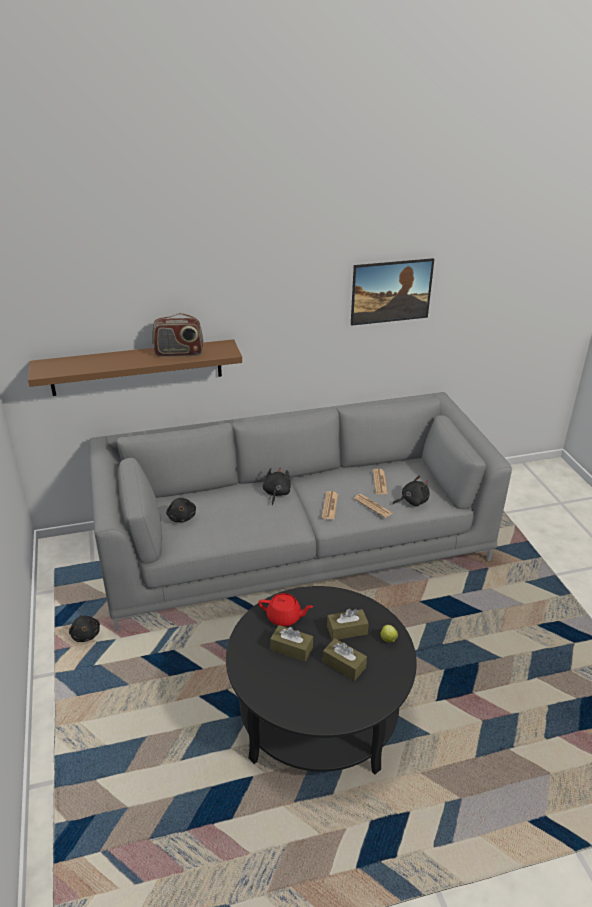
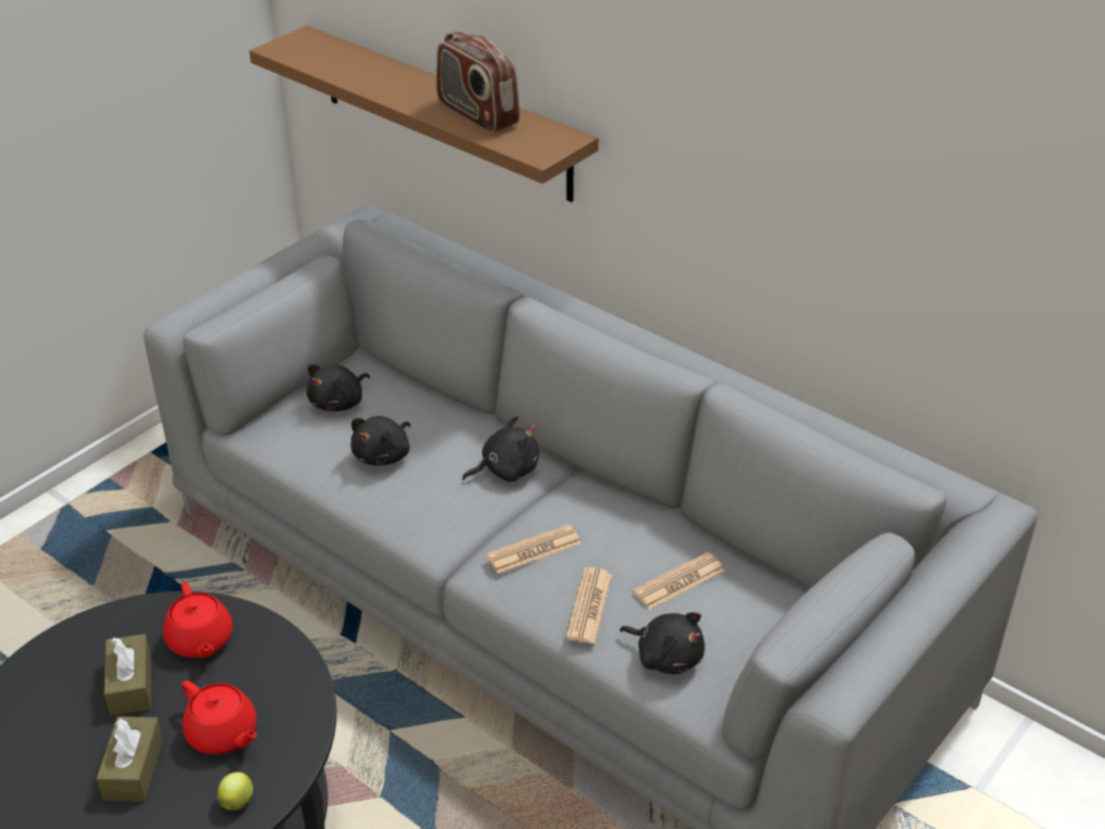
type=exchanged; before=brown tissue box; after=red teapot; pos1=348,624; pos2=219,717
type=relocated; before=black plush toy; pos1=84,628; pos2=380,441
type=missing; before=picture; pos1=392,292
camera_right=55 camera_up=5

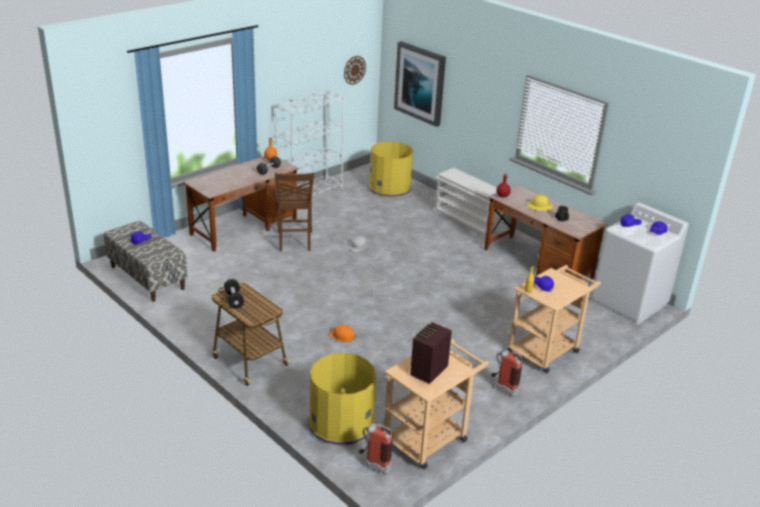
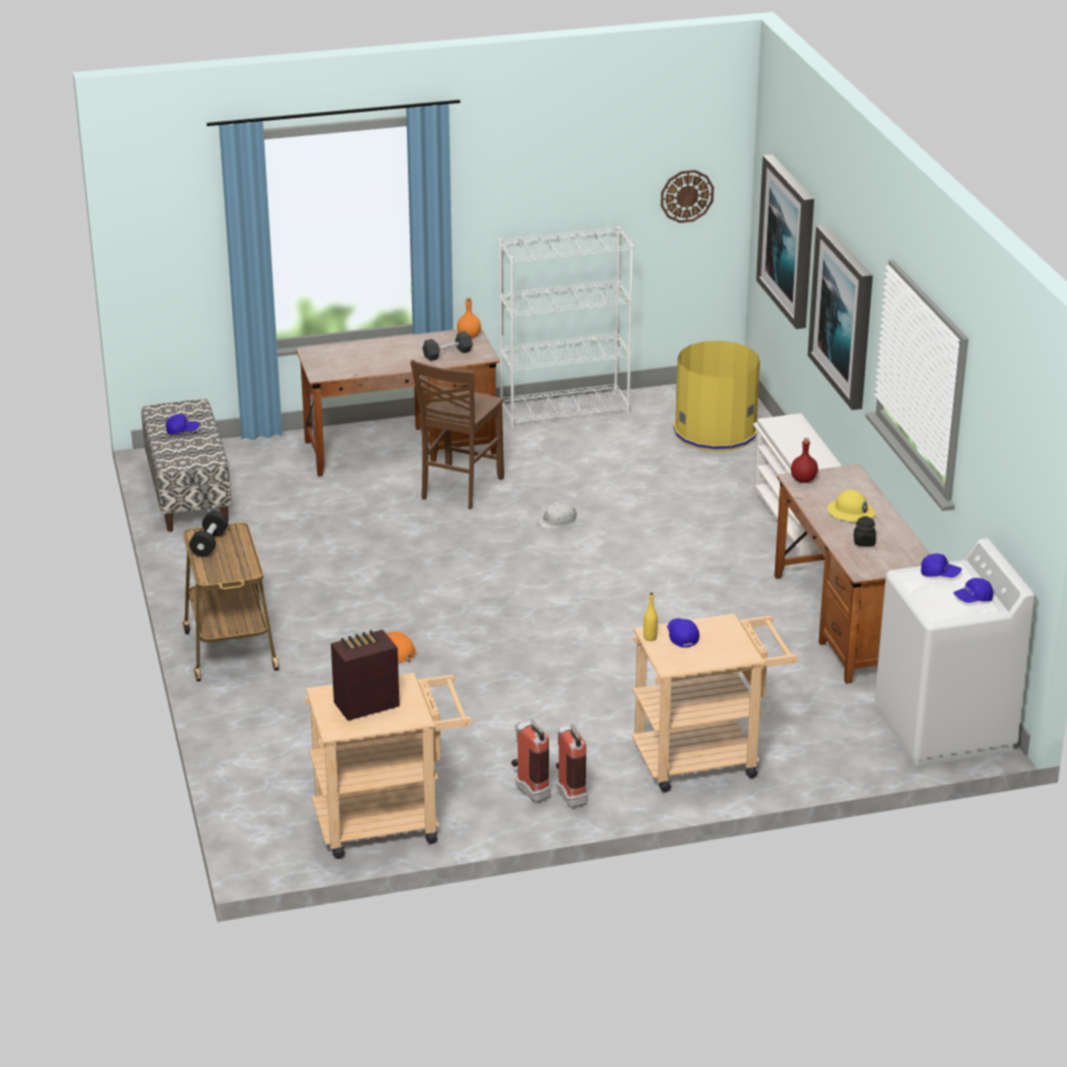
type=relocated; before=fire extinguisher; pos1=375,448; pos2=531,761
type=appeared; after=picture; pos2=840,317
type=missing; before=yellow trash can; pos1=342,399
camera_right=30 camera_up=0

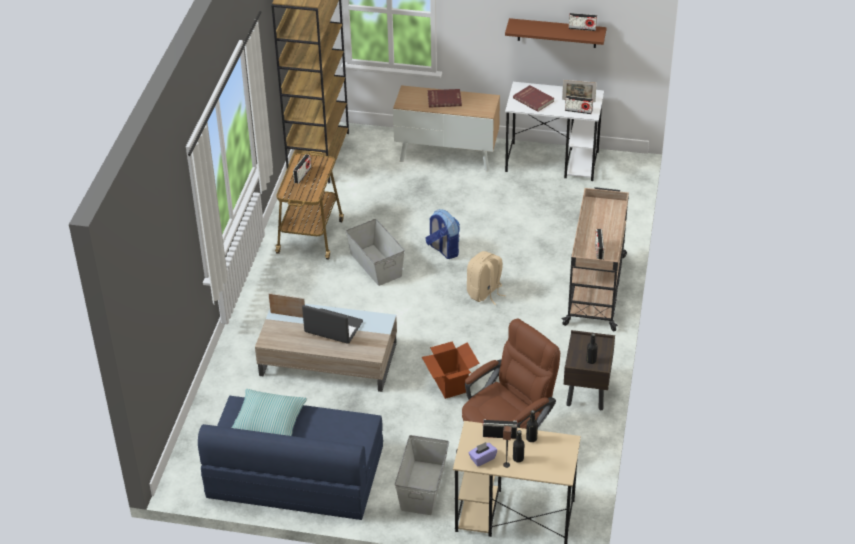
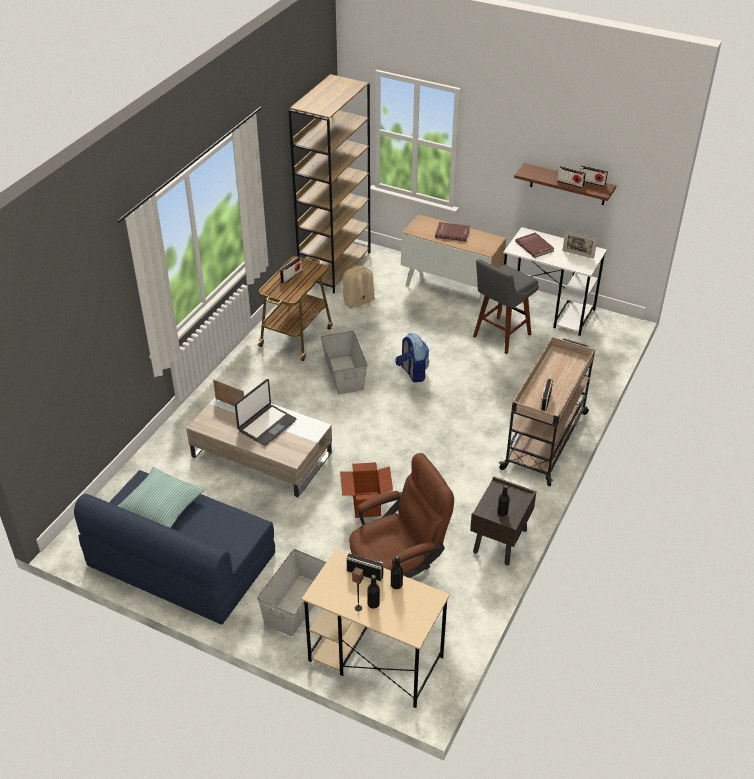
type=spun; before=laptop; pos1=332,324; pos2=265,412; turn=90
type=relocated; before=beige backpack; pos1=486,278; pos2=359,289
type=appeared; after=grey stool; pos2=506,306
type=relocated; before=radio; pos1=579,105; pos2=571,177
type=missing; before=purple tissue box; pos1=482,454
camera_right=15 camera_up=0

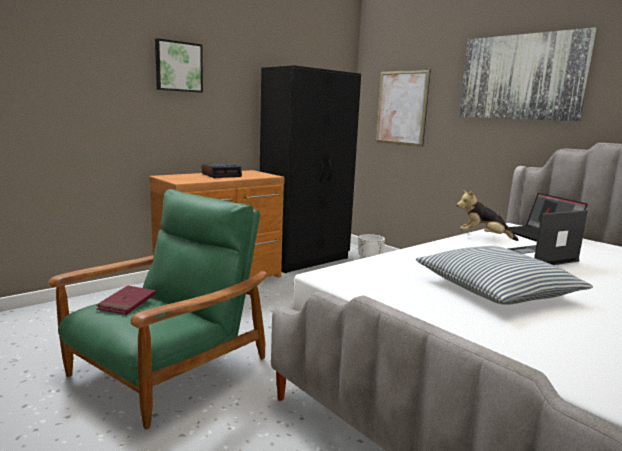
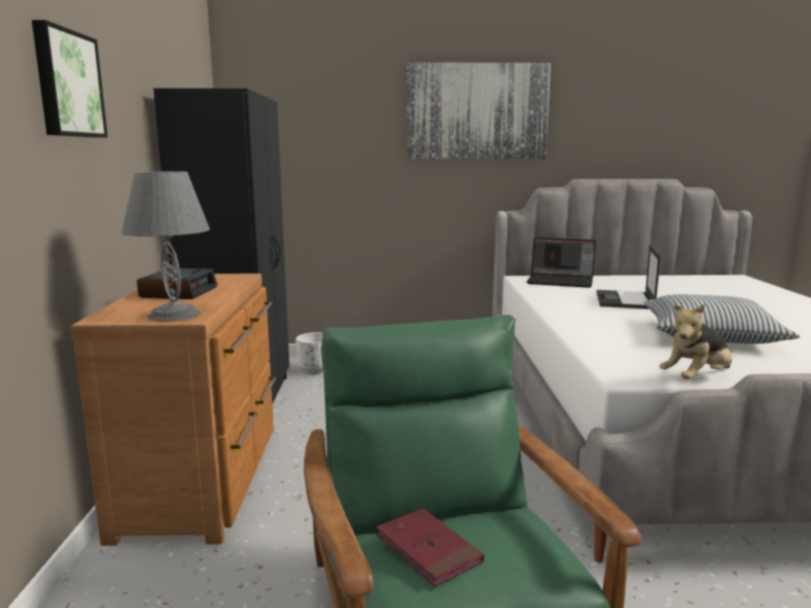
type=appeared; after=grey table lamp; pos2=165,246
type=relocated; before=plush toy; pos1=488,215; pos2=695,341
type=missing; before=picture; pos1=403,108
camera_right=-50 camera_up=0

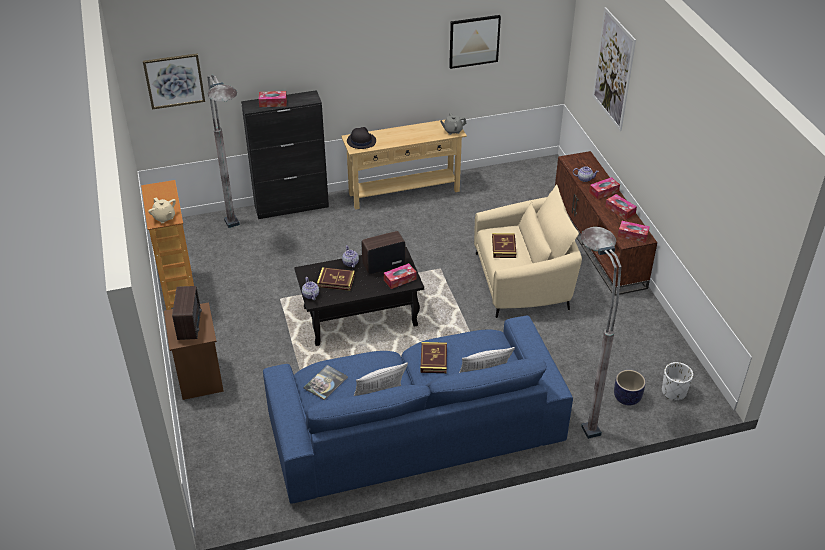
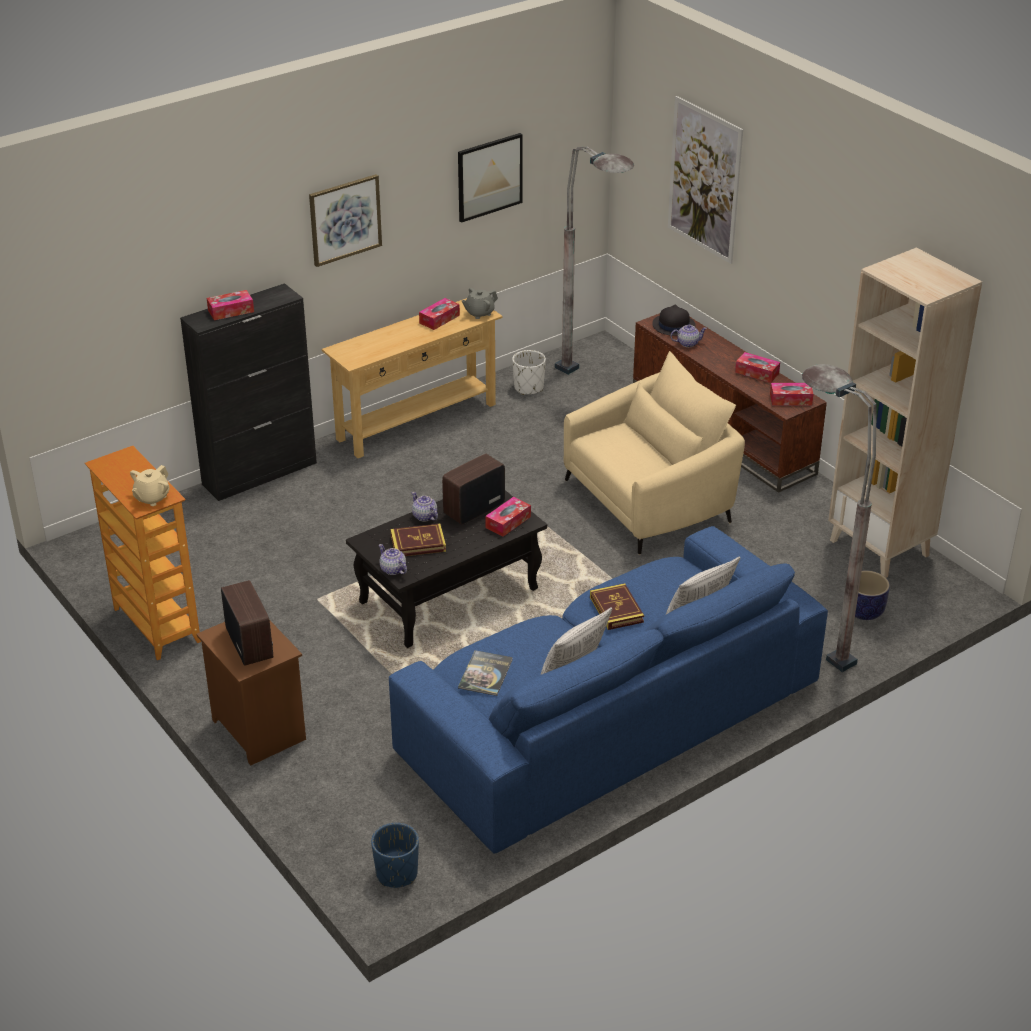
type=spun; before=beige teapot; pos1=162,210; pos2=150,485; turn=90
type=relocated; before=picture; pos1=174,81; pos2=345,220
type=appeared; after=blue planter; pos2=395,855
type=relocated; before=tissue box; pos1=604,188; pos2=439,314
type=relocated; before=white planter; pos1=677,381; pos2=529,372
type=relocated; before=grey floor lamp; pos1=223,151; pos2=594,260
type=relocated; before=black hat; pos1=361,138; pos2=674,320
type=appeared; after=beige bookcase; pos2=905,413
type=missing; before=book; pos1=504,245
camera_right=-20 camera_up=-5

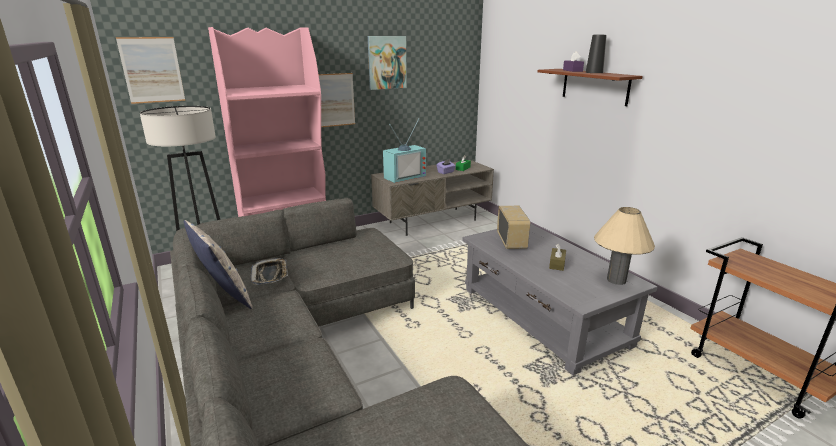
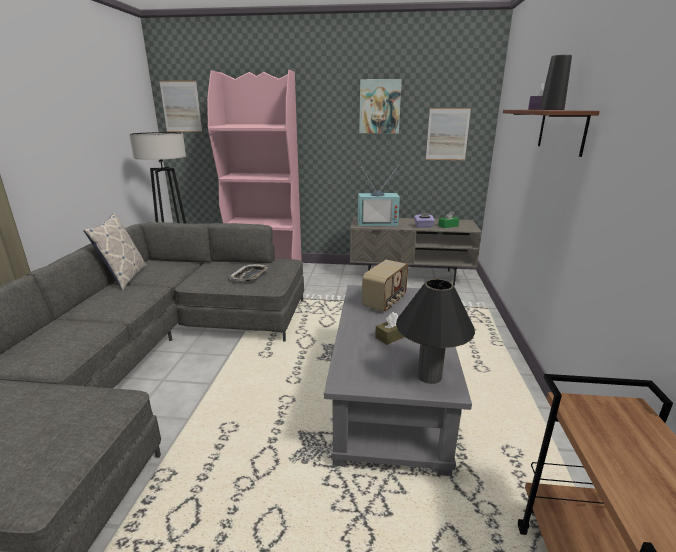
type=relocated; before=tray; pos1=269,271; pos2=249,272
type=colour; before=beige table lamp; after=black table lamp; pos1=624,246; pos2=435,331
type=relocated; before=picture; pos1=336,100; pos2=448,134
camera_right=35 camera_up=0

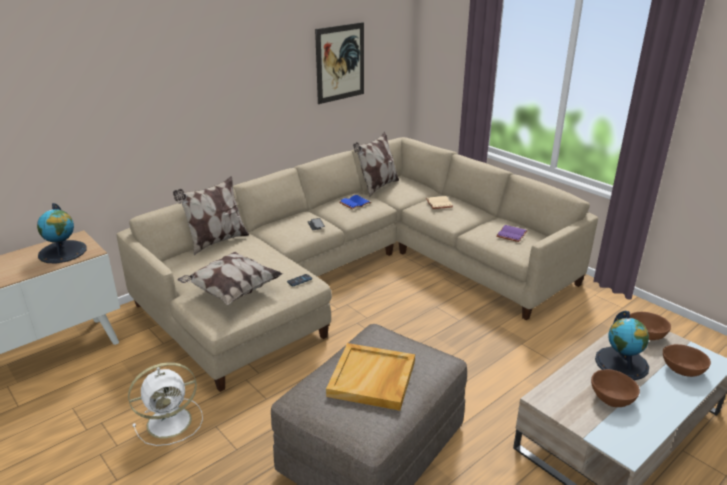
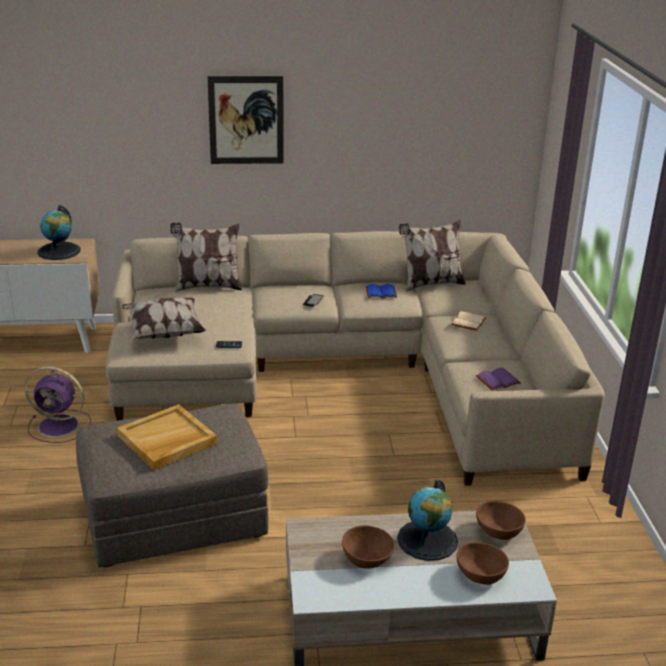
type=colour; before=white fan; after=purple fan; pos1=165,404; pos2=57,404
type=relocated; before=picture; pos1=339,63; pos2=245,120
camera_right=35 camera_up=0

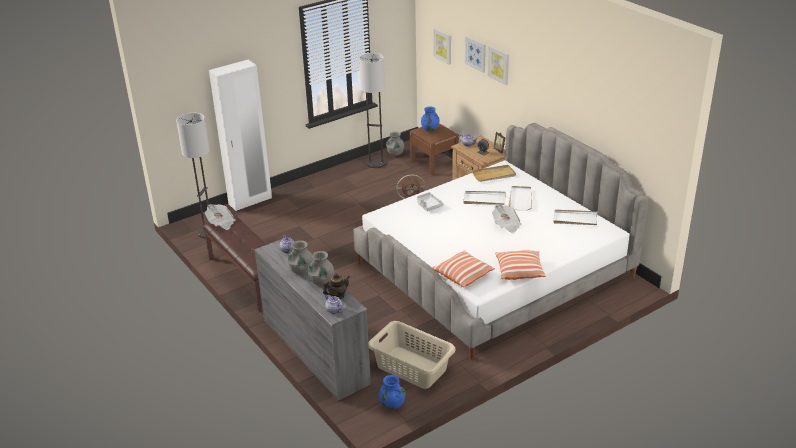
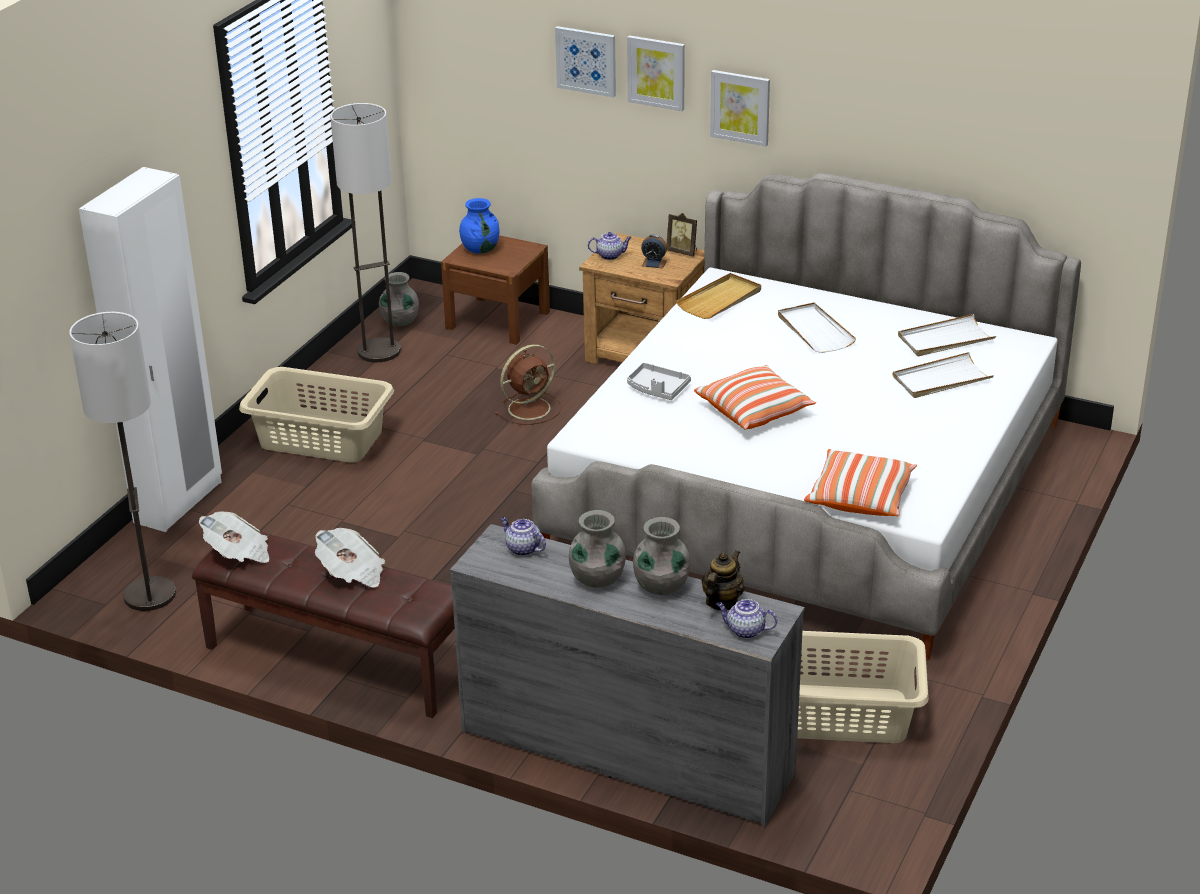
type=appeared; after=beige laundry basket; pos2=316,415
type=relocated; before=newspaper; pos1=507,218; pos2=350,558
type=relocated; before=pillow; pos1=520,265; pos2=755,397
type=relocated; before=picture; pos1=442,46; pos2=740,108
type=relocated; before=white tray; pos1=484,198; pos2=943,375
type=missing; before=blue vase; pos1=392,392
camera_right=-30 camera_up=0

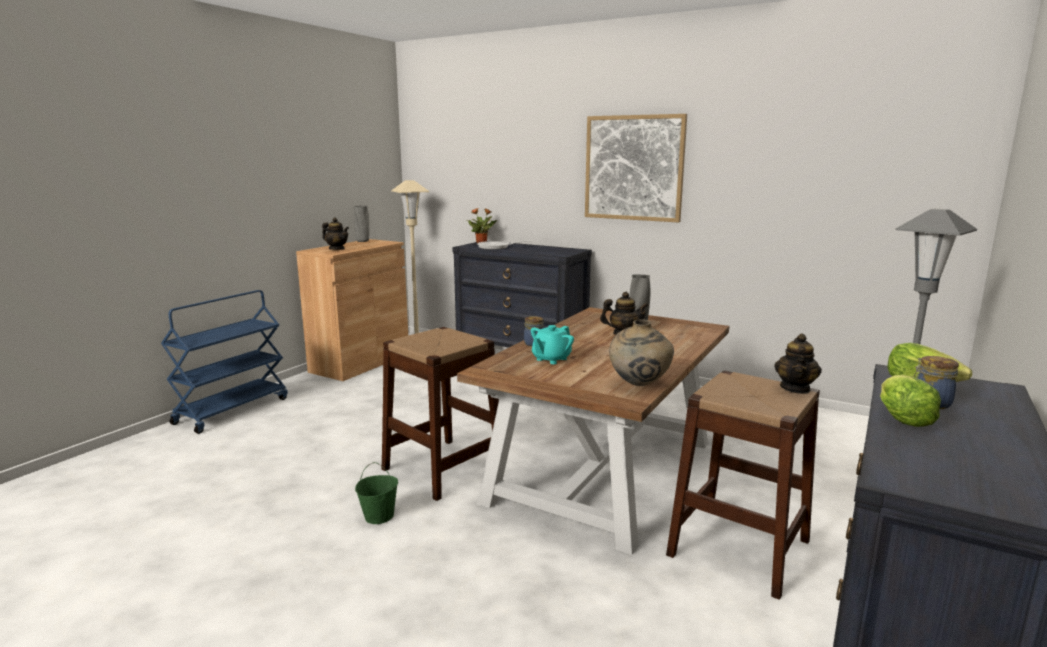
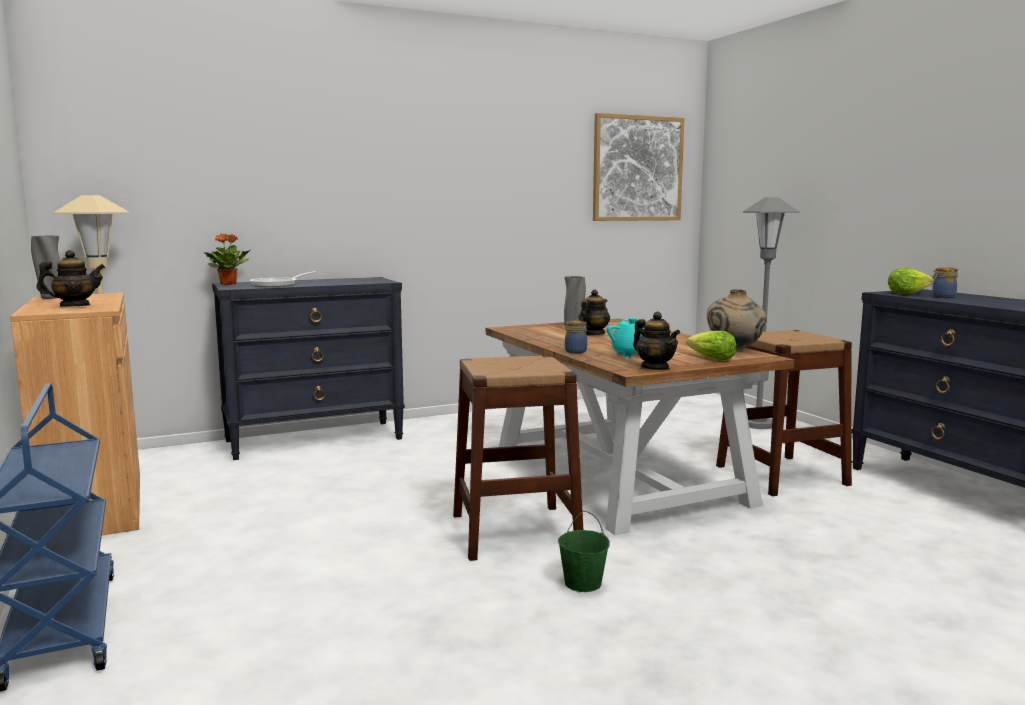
type=relocated; before=picture; pos1=636,168; pos2=638,167
type=relocated; before=teapot; pos1=798,363; pos2=656,340
type=relocated; before=lettuce; pos1=910,401; pos2=711,346
camera_right=-55 camera_up=-5

